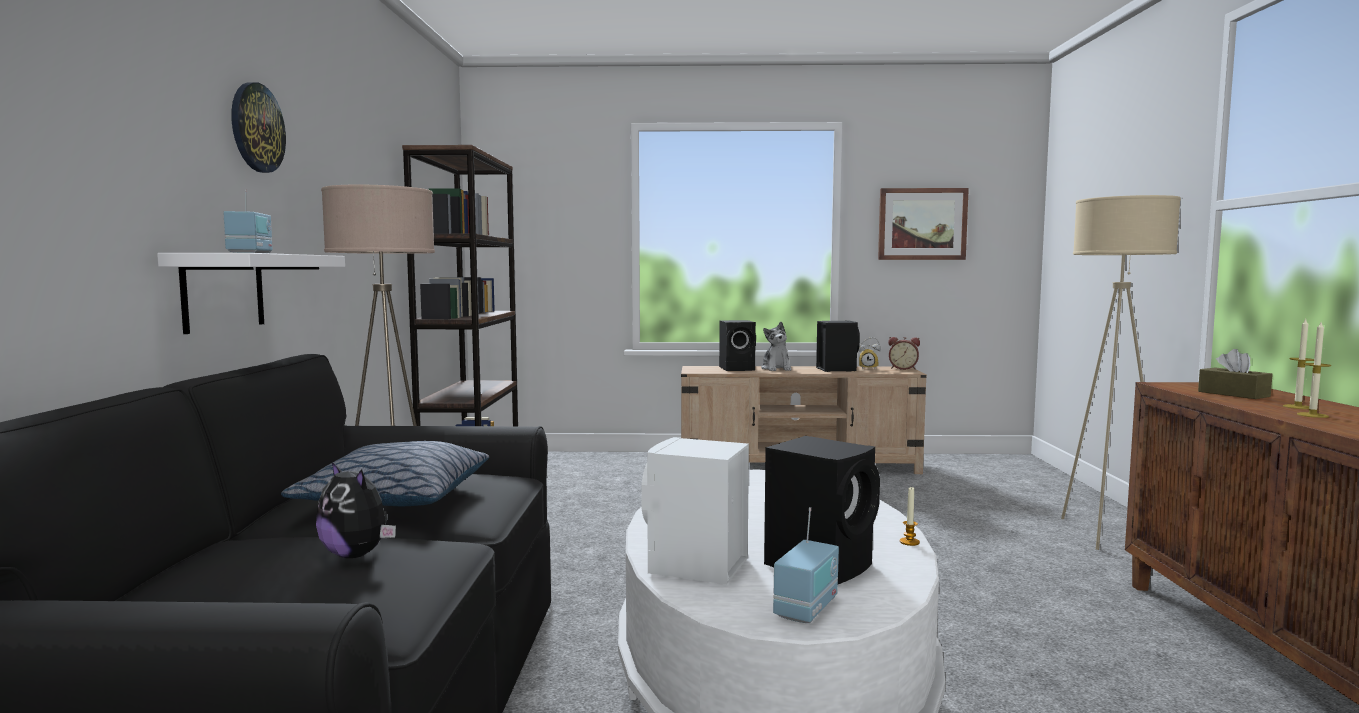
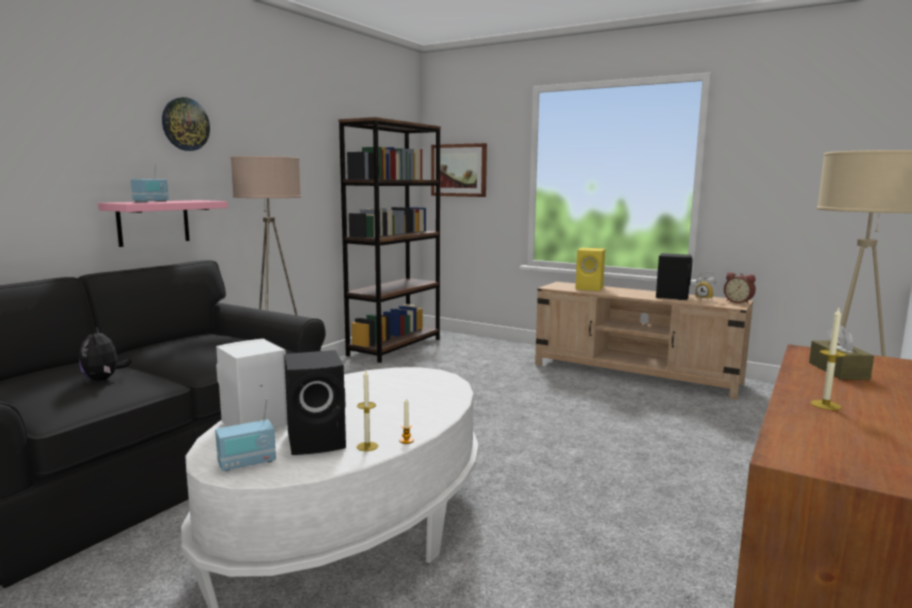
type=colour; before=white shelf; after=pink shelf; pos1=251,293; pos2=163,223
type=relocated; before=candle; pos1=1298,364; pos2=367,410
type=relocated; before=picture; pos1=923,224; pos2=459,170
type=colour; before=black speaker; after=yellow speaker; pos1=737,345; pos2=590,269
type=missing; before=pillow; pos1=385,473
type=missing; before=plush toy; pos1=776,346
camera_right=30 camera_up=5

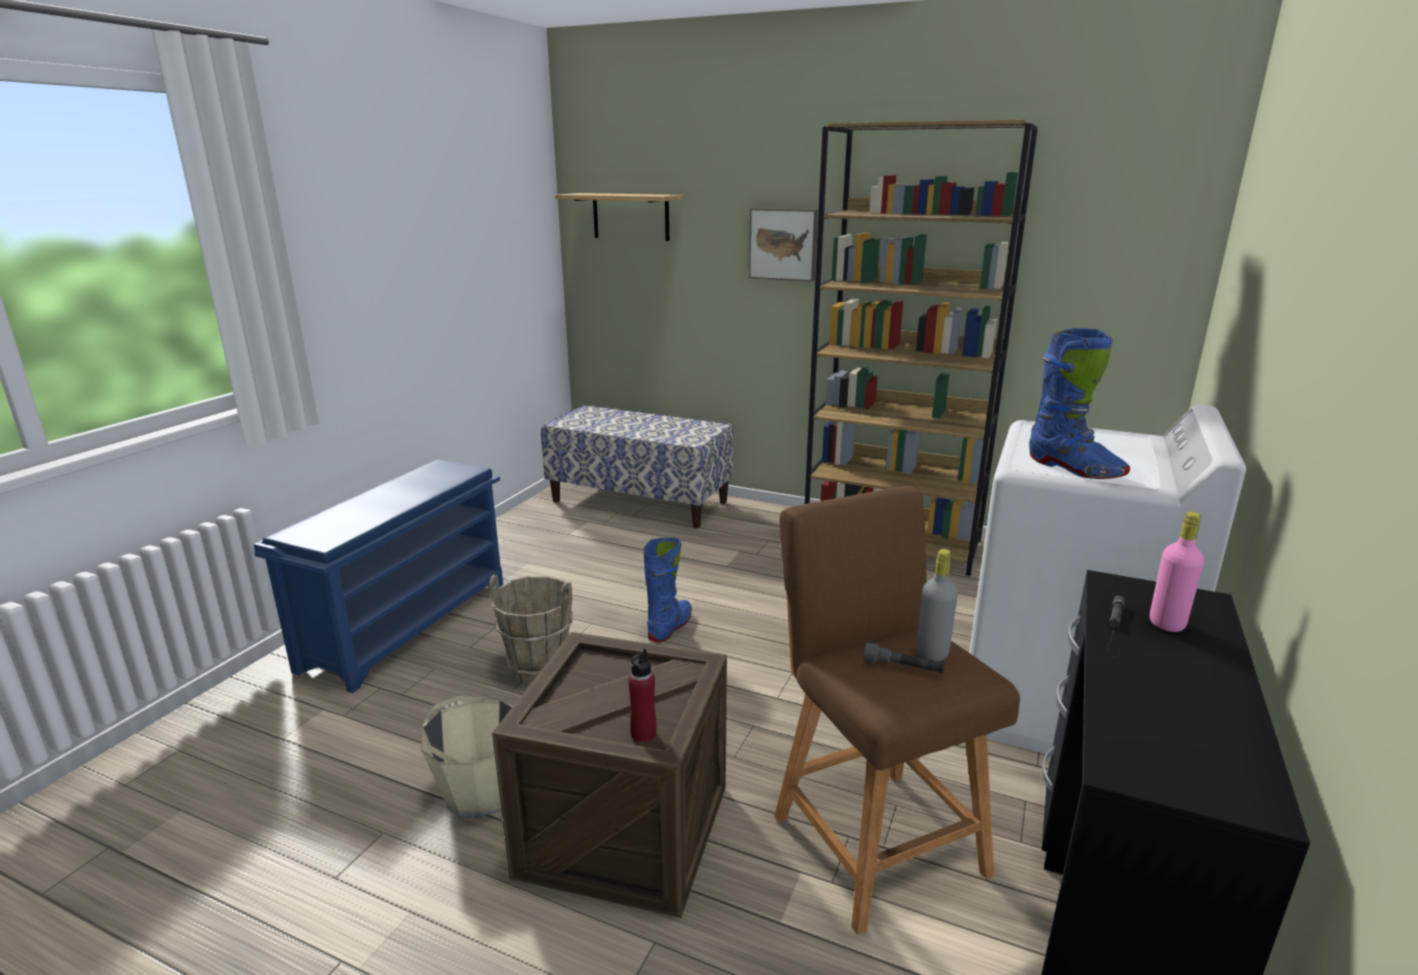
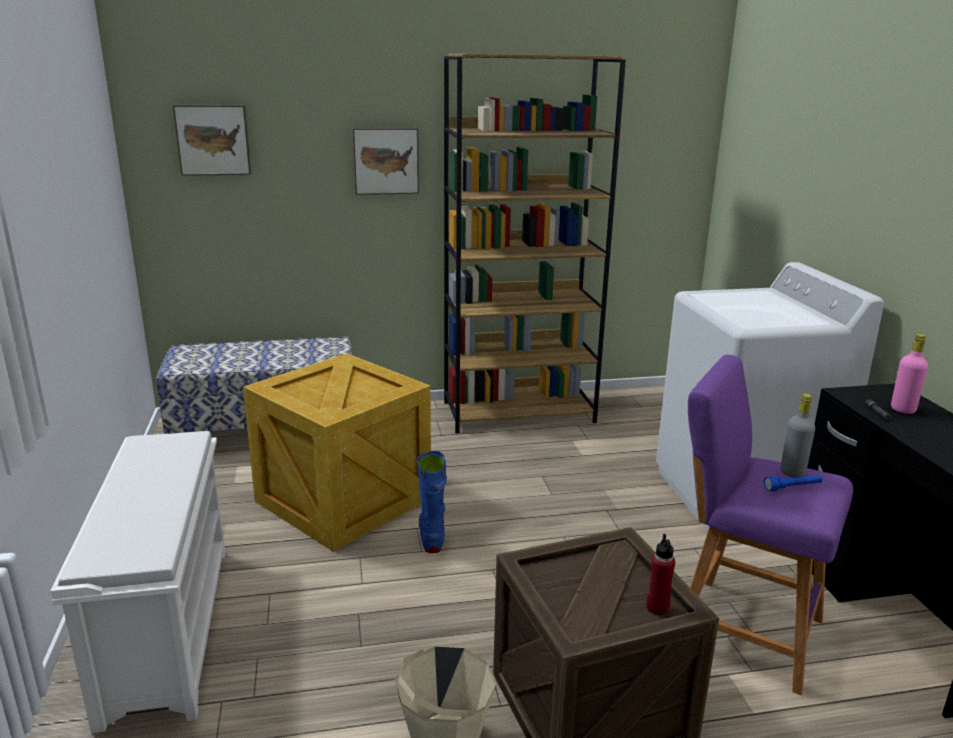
type=colour; before=blue shoe rack; after=white shoe rack; pos1=378,576; pos2=138,582
type=exchanged; before=shelf; after=picture; pos1=619,217; pos2=212,140
type=appeared; after=crate; pos2=337,452
type=colour; before=brown stool; after=purple stool; pos1=897,710; pos2=770,524
type=colour; before=grey flashlight; after=blue flashlight; pos1=904,657; pos2=793,483
type=missing; before=brown bucket; pos1=531,629
type=missing; before=blue boot; pos1=1079,403
camera_right=-35 camera_up=0

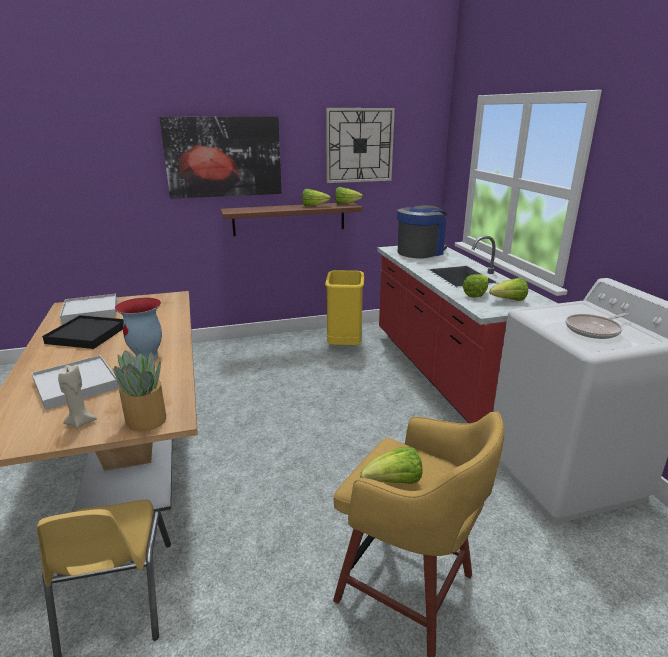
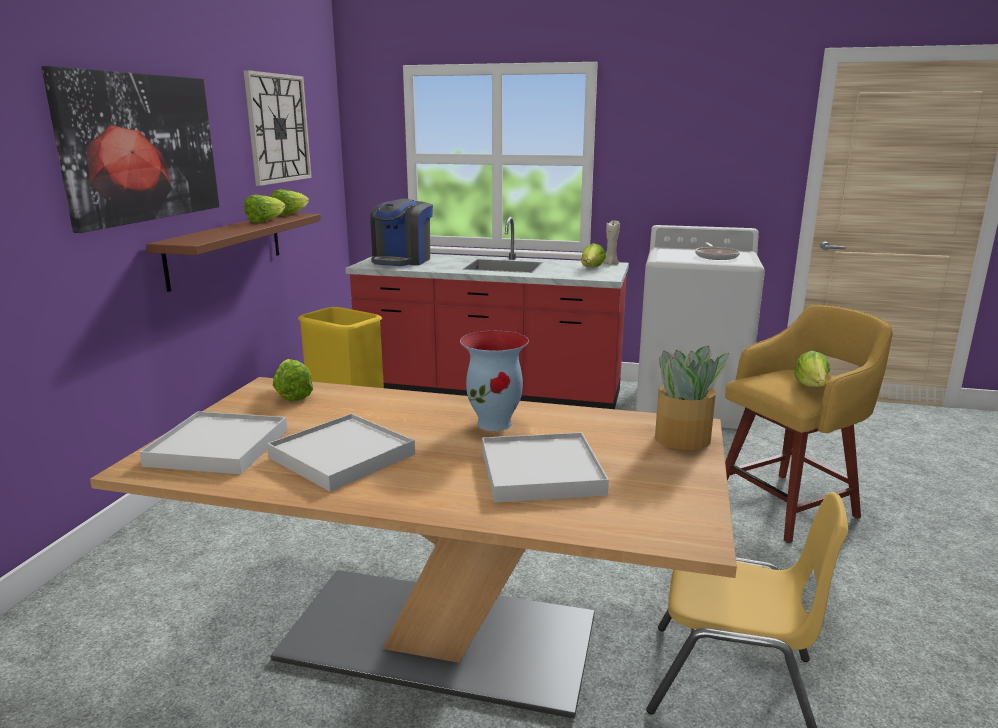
type=colour; before=black tray; after=white tray; pos1=83,332; pos2=341,452
type=relocated; before=lettuce; pos1=475,286; pos2=293,380
type=spun; before=coffee machine; pos1=422,232; pos2=401,232; turn=-150
type=relocated; before=beige candle; pos1=77,397; pos2=611,242
camera_right=-60 camera_up=-5

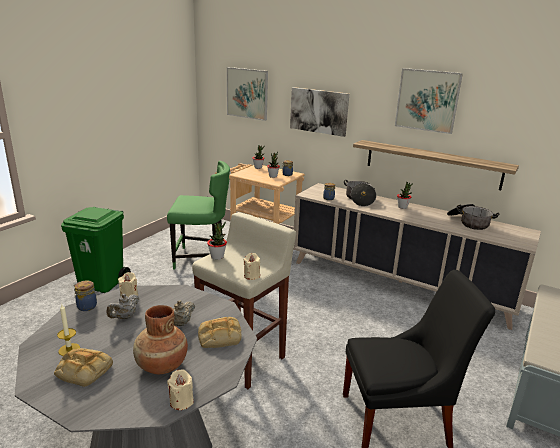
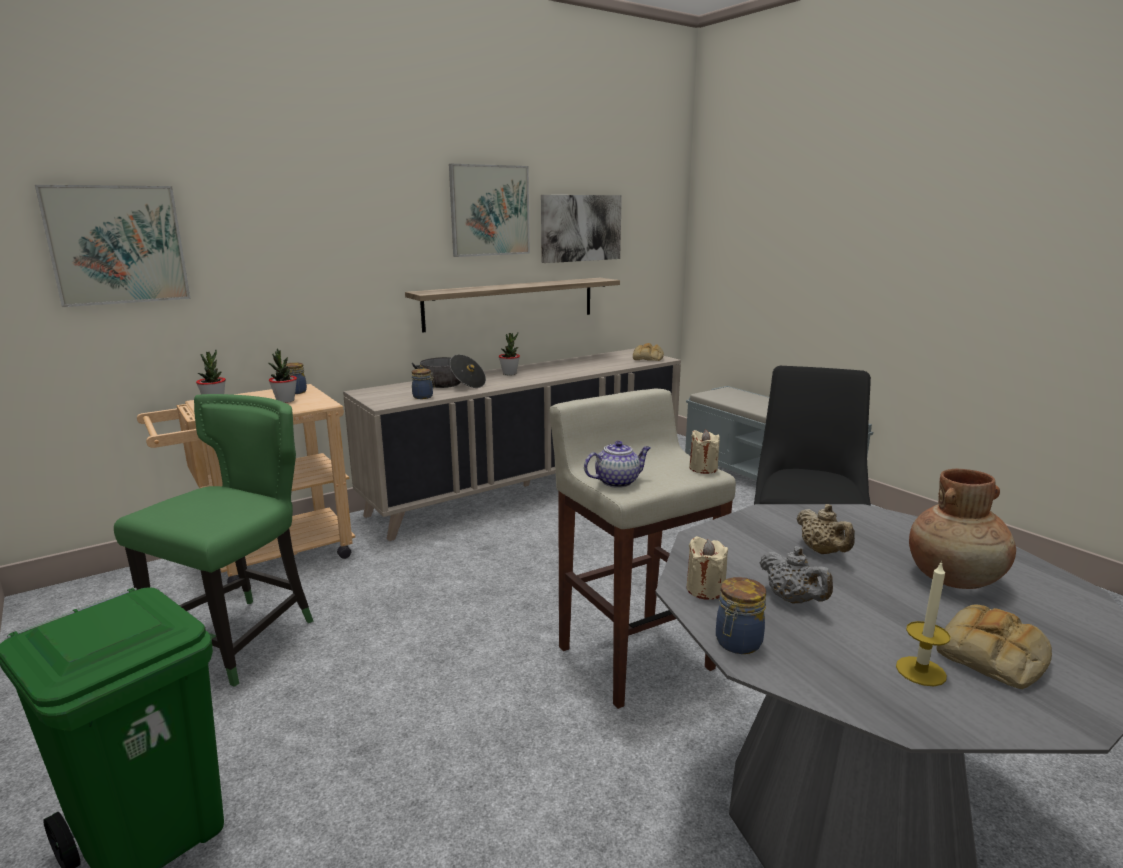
type=relocated; before=picture; pos1=319,112; pos2=581,229
type=exchanged; before=potted plant; after=teapot; pos1=217,241; pos2=617,464
type=relocated; before=bread; pos1=220,332; pos2=648,352
type=missing; before=beige candle; pos1=180,389
type=missing; before=cooking pot; pos1=473,217
camera_right=-65 camera_up=-5

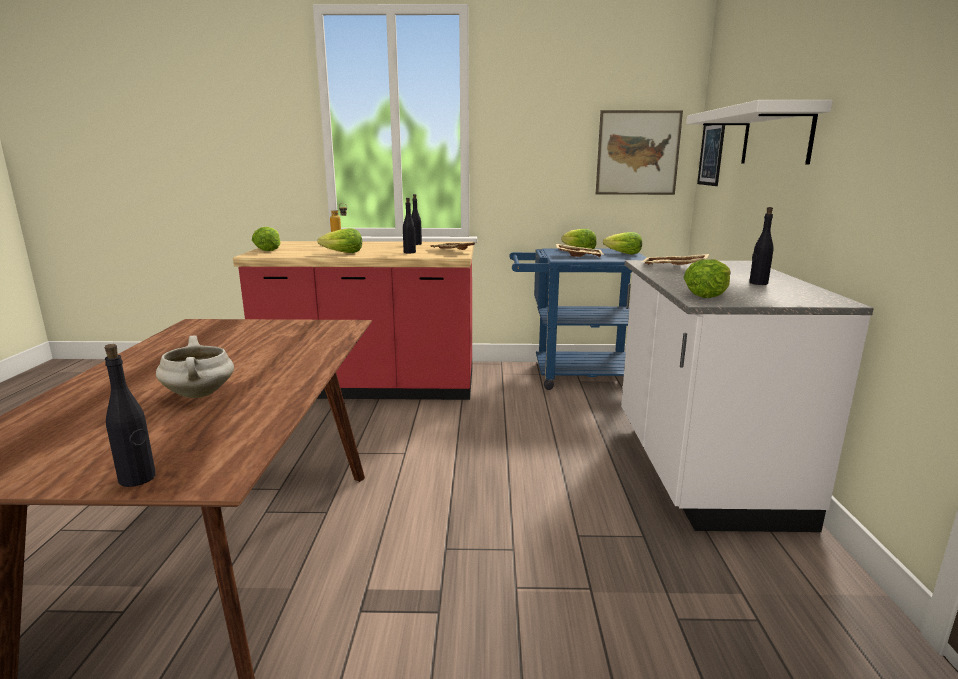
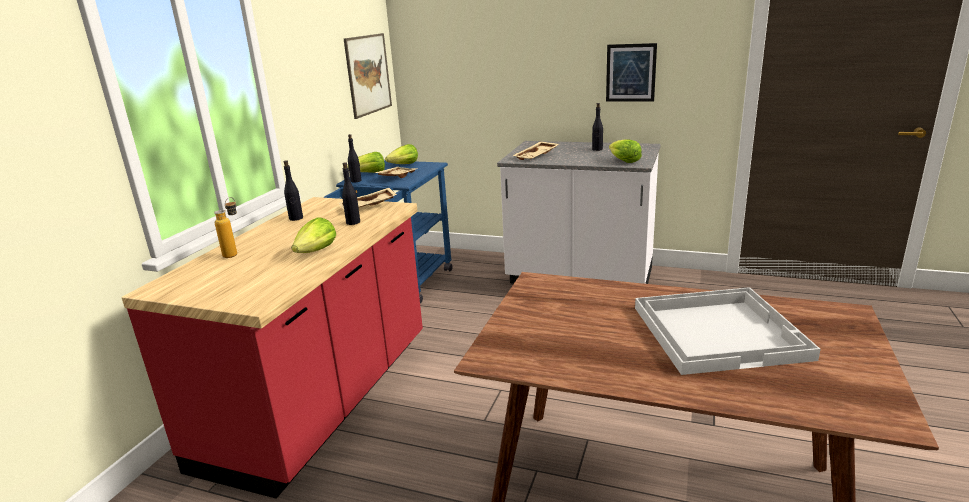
type=relocated; before=black bottle; pos1=130,415; pos2=354,158
type=relocated; before=picture; pos1=711,155; pos2=631,72
type=exchanged; before=white cooking pot; after=white tray; pos1=195,366; pos2=728,331
type=missing; before=lettuce; pos1=266,239
type=missing; before=white shelf; pos1=759,132
camera_right=-70 camera_up=5

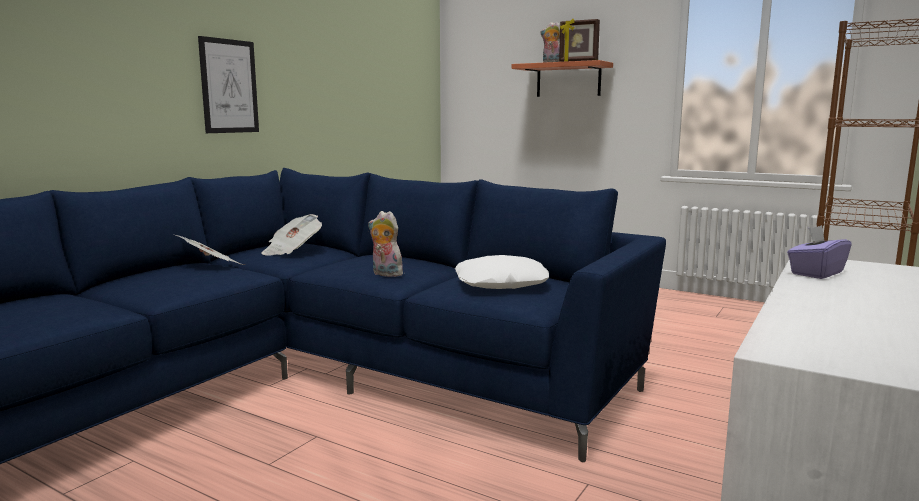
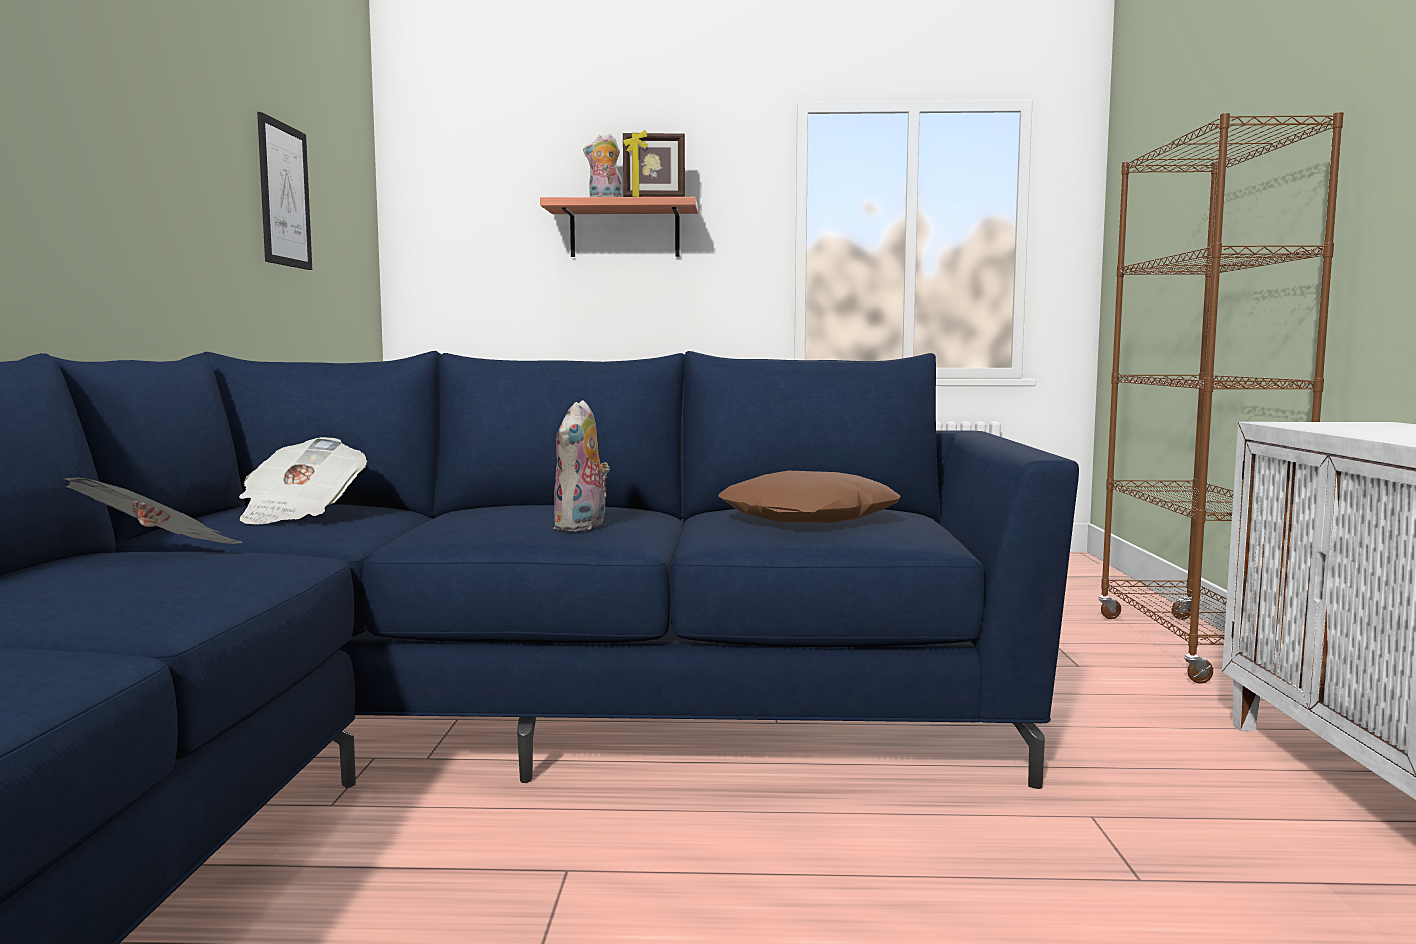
type=relocated; before=picture; pos1=228,84; pos2=284,191
type=spun; before=plush toy; pos1=387,244; pos2=581,466; turn=-75
type=colour; before=white pillow; after=brown pillow; pos1=502,272; pos2=809,497
type=missing; before=purple tissue box; pos1=819,252
camera_right=-30 camera_up=-5

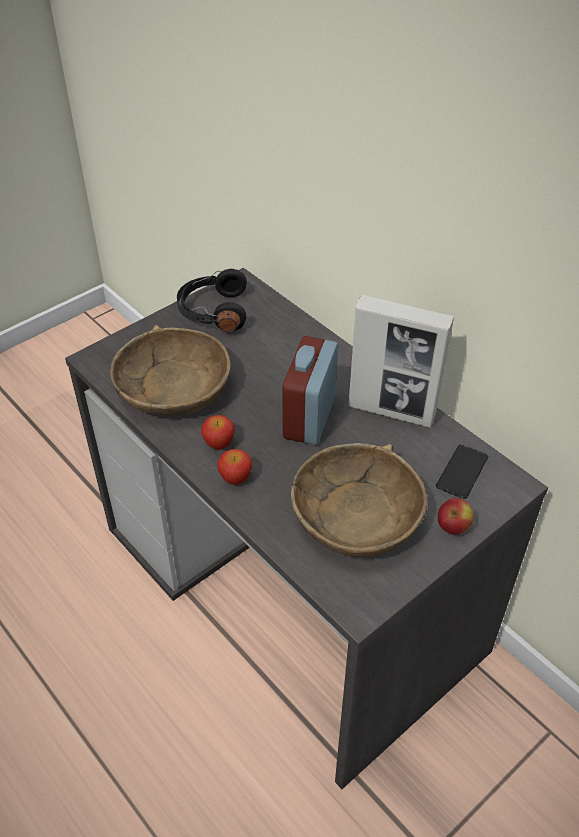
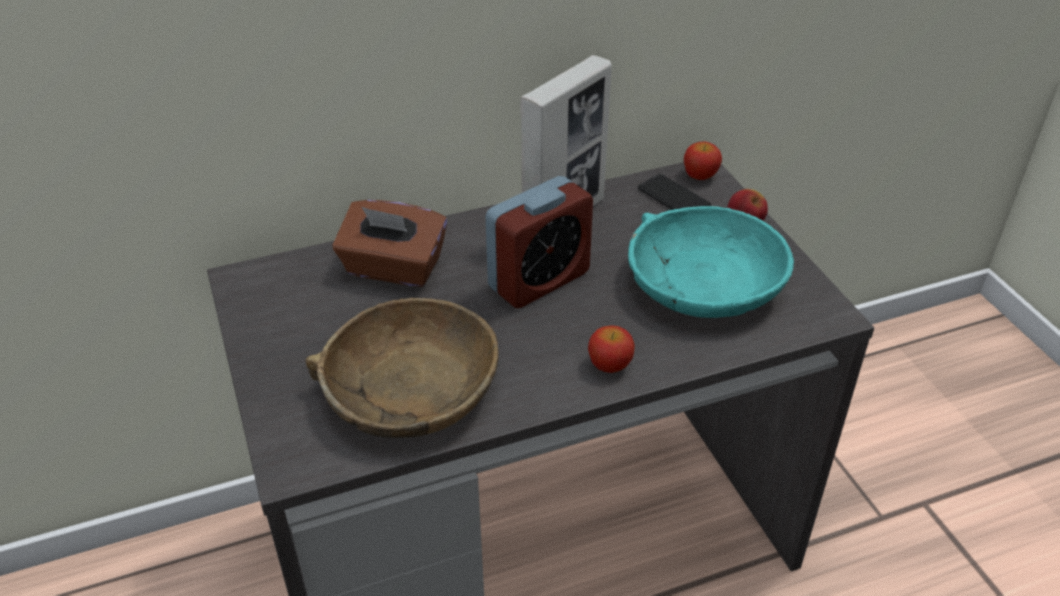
type=appeared; after=brown tissue box; pos2=390,243
type=spun; before=alarm clock; pos1=310,390; pos2=539,242; turn=-75
type=colour; before=brown bowl; after=turquoise bowl; pos1=359,500; pos2=711,262
type=relocated; before=apple; pos1=218,432; pos2=703,160
type=missing; before=black headphones; pos1=212,300
camera_right=-70 camera_up=-5

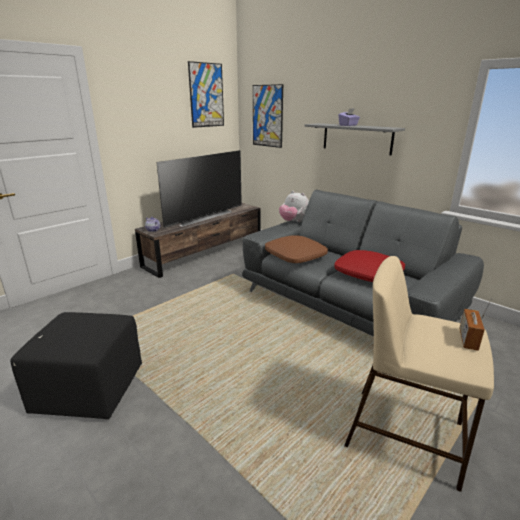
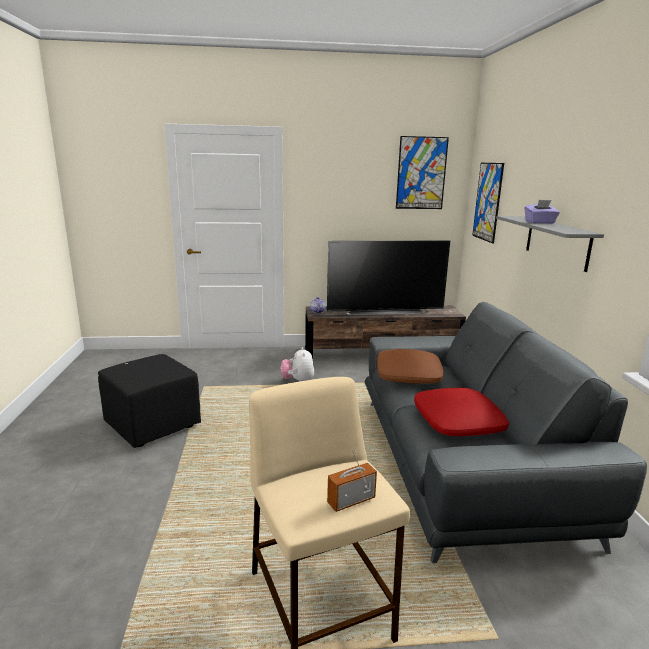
type=relocated; before=plush toy; pos1=294,206; pos2=297,364
camera_right=40 camera_up=-5

